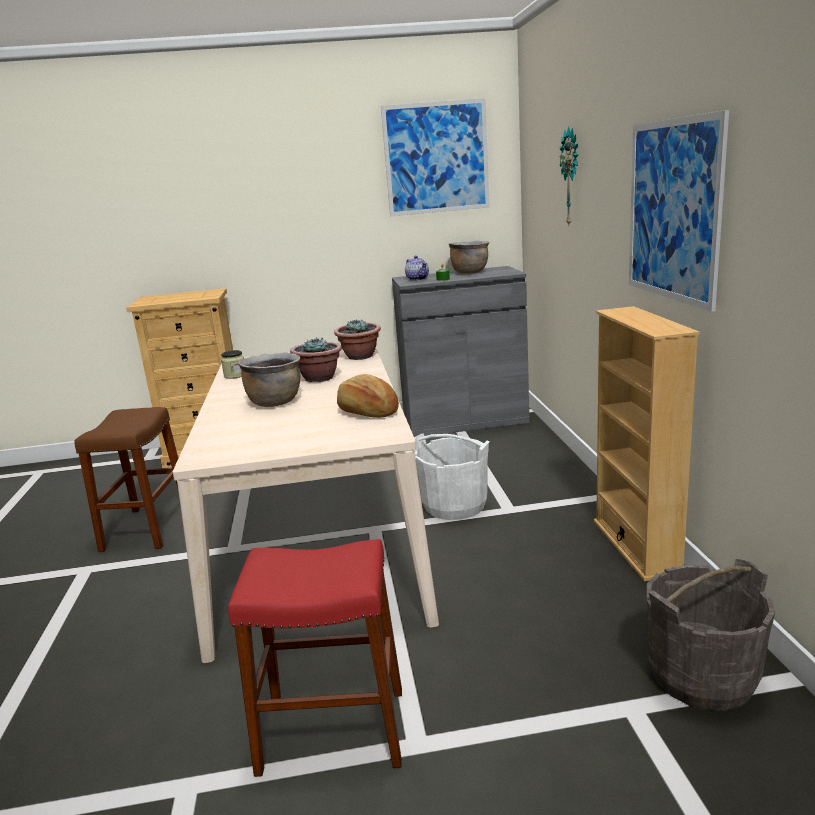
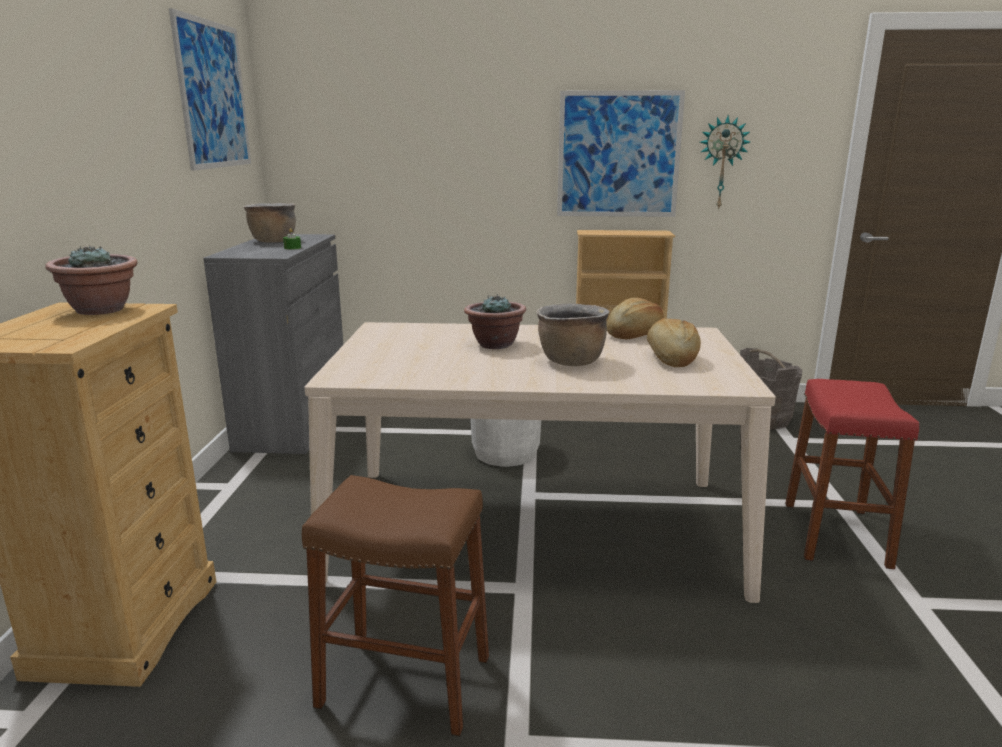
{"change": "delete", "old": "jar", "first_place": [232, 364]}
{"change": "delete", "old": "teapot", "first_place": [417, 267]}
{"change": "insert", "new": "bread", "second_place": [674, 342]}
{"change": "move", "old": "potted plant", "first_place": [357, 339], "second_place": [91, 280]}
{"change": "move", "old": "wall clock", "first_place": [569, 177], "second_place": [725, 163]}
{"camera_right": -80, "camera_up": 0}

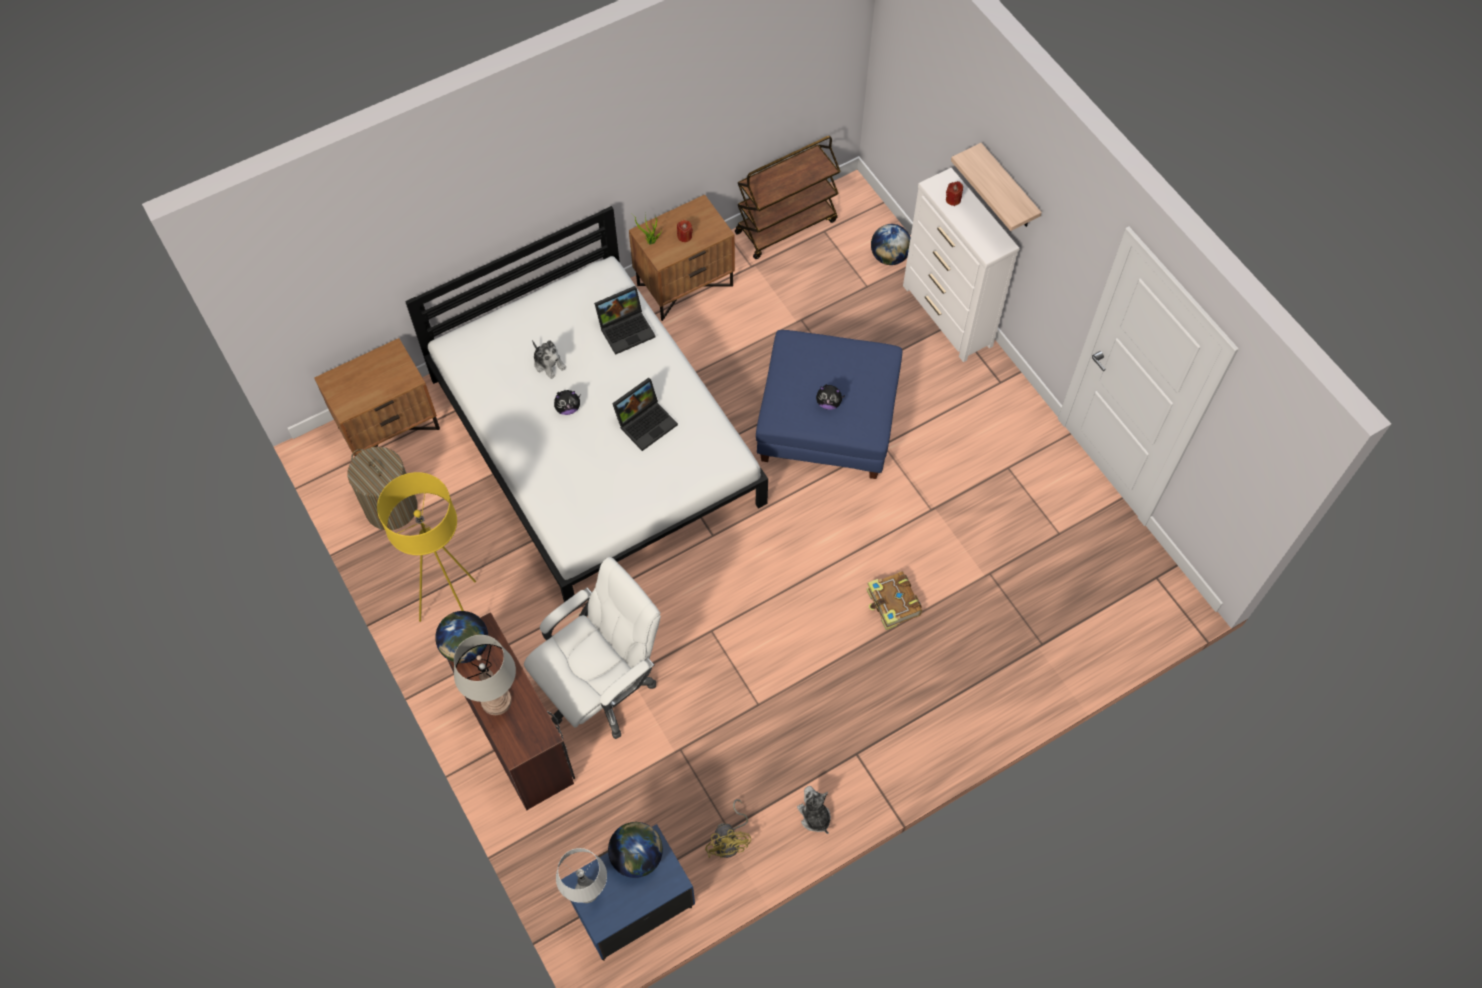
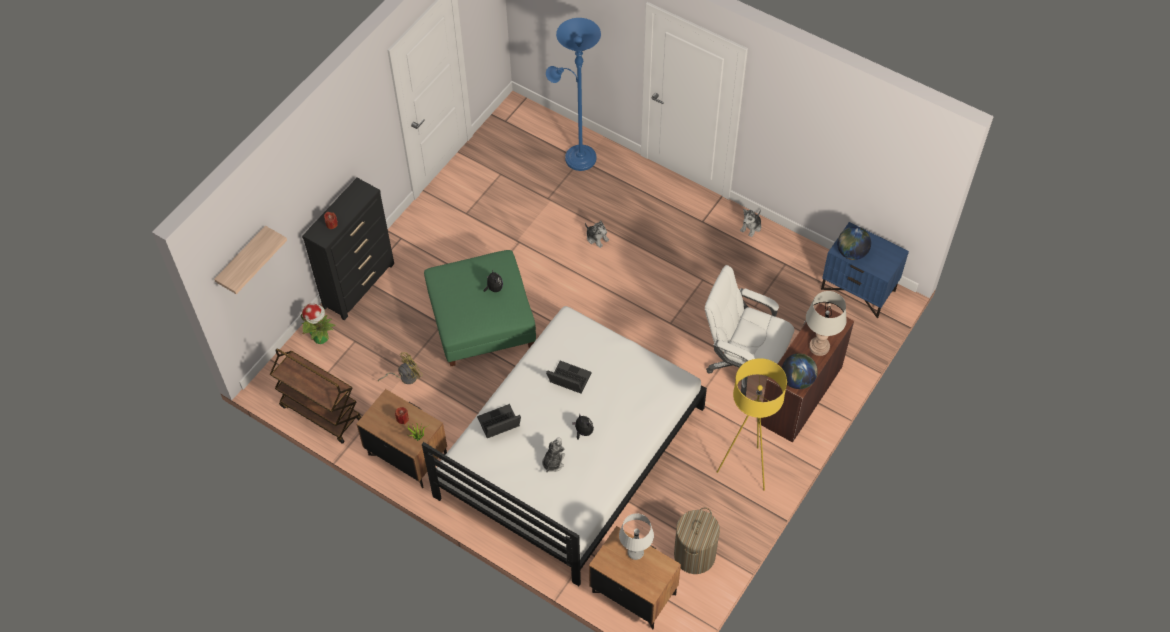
{"change": "insert", "new": "floor lamp (blue)", "second_place": [573, 94]}
{"change": "move", "old": "table lamp (grey)", "first_place": [581, 875], "second_place": [636, 536]}
{"change": "move", "old": "fan (yellow)", "first_place": [728, 828], "second_place": [400, 368]}
{"change": "move", "old": "shelf", "first_place": [996, 187], "second_place": [250, 260]}
{"change": "replace", "old": "book", "new": "plush toy", "first_place": [894, 600], "second_place": [597, 234]}
{"change": "replace", "old": "globe", "new": "potted plant", "first_place": [891, 244], "second_place": [318, 324]}
{"change": "recolor", "old": "ottoman (blue)", "new": "ottoman (green)", "first_place": [829, 404], "second_place": [480, 308]}
{"change": "recolor", "old": "dresser (white)", "new": "dresser (black)", "first_place": [961, 265], "second_place": [348, 249]}
{"change": "rotate", "old": "laptop", "first_place": [625, 320], "second_place": [499, 421], "degrees": -60}
{"camera_right": -115, "camera_up": -5}

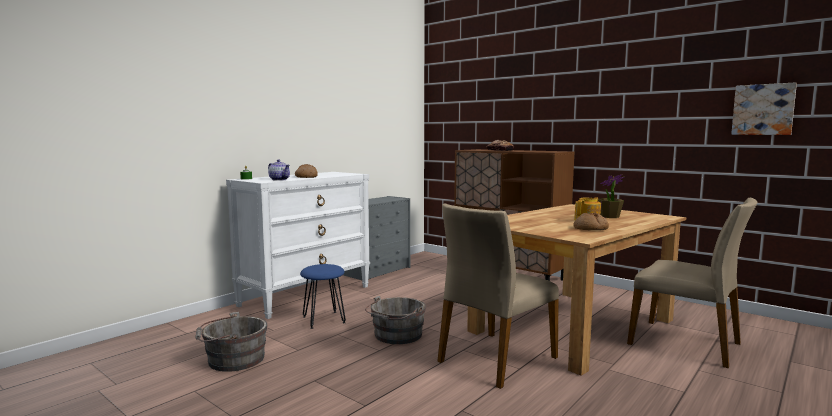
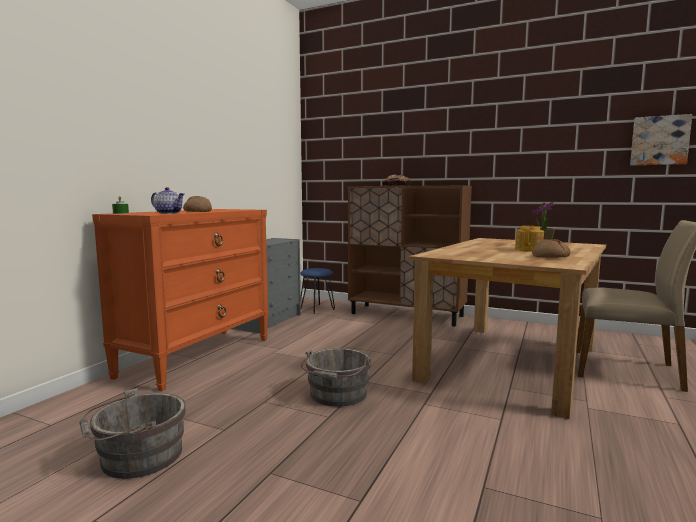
{"change": "delete", "old": "chair (beige)", "first_place": [498, 296]}
{"change": "move", "old": "stool (blue)", "first_place": [323, 296], "second_place": [317, 291]}
{"change": "recolor", "old": "dresser (white)", "new": "dresser (orange)", "first_place": [298, 245], "second_place": [180, 300]}
{"camera_right": -15, "camera_up": 0}

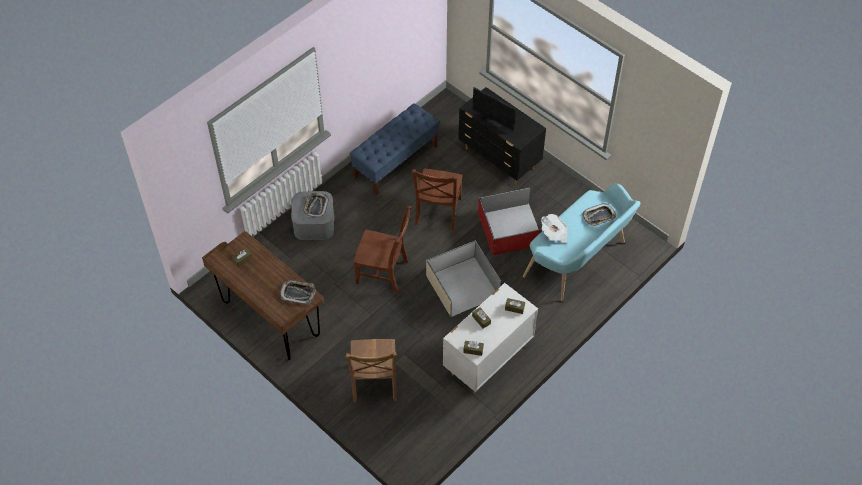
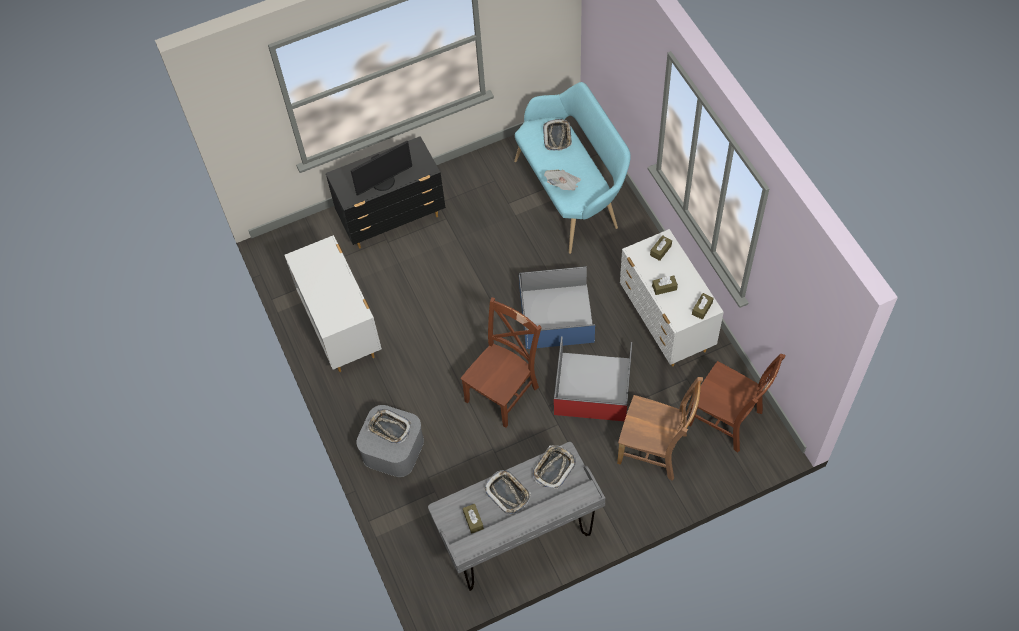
{"change": "insert", "new": "tray", "second_place": [507, 492]}
{"change": "move", "old": "chair (brown)", "first_place": [437, 200], "second_place": [737, 403]}
{"change": "move", "old": "storage box (red)", "first_place": [510, 221], "second_place": [593, 379]}
{"change": "replace", "old": "bench (blue)", "new": "dresser (white)", "first_place": [394, 149], "second_place": [333, 303]}
{"change": "recolor", "old": "desk (brown)", "new": "desk (grey)", "first_place": [263, 295], "second_place": [516, 516]}
{"change": "recolor", "old": "storage box (beige)", "new": "storage box (blue)", "first_place": [464, 278], "second_place": [557, 307]}
{"camera_right": -65, "camera_up": 5}

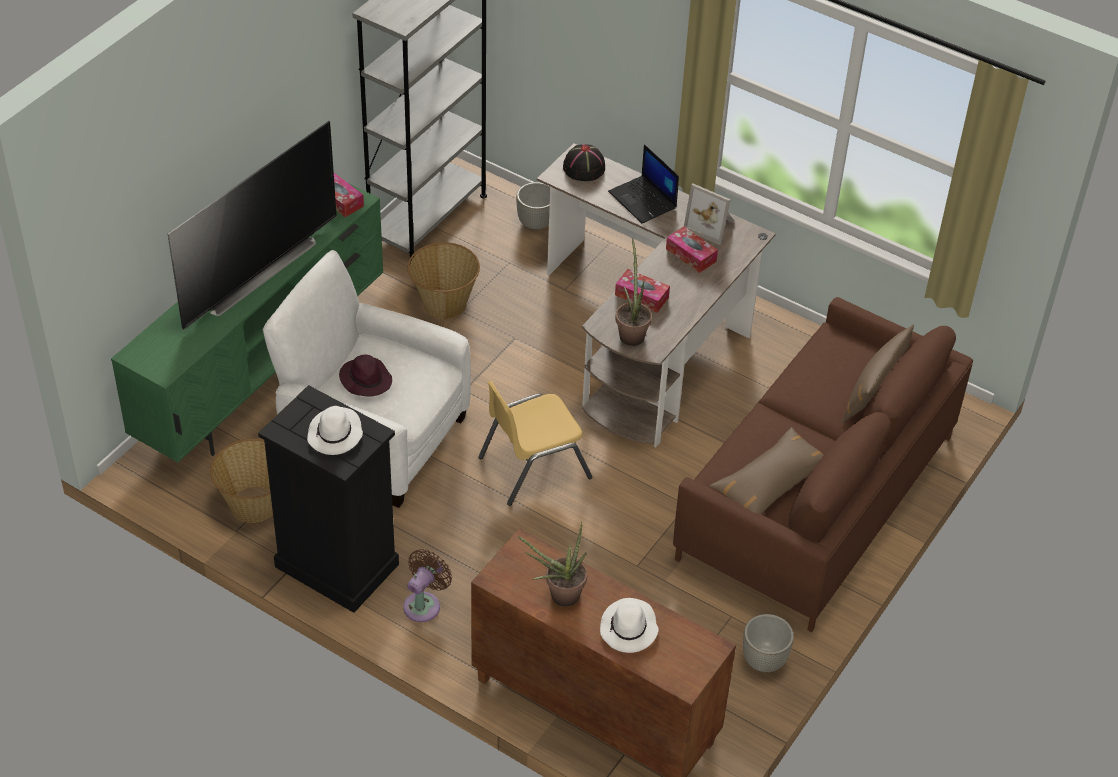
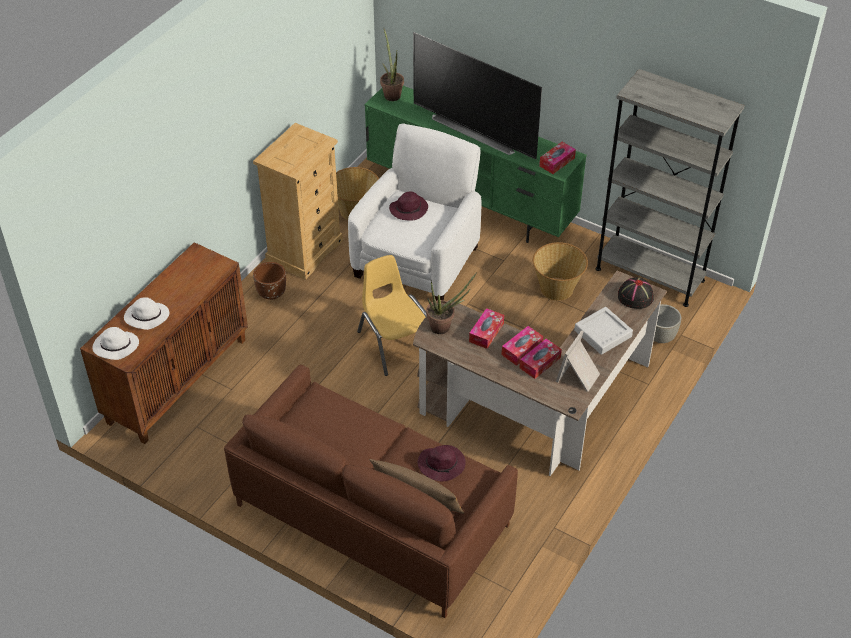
{"change": "delete", "old": "pillow (brown)", "first_place": [766, 470]}
{"change": "delete", "old": "planter (grey)", "first_place": [768, 643]}
{"change": "insert", "new": "hat (purple)", "second_place": [442, 463]}
{"change": "insert", "new": "tissue box", "second_place": [522, 346]}
{"change": "move", "old": "hat (white)", "first_place": [335, 430], "second_place": [115, 343]}
{"change": "move", "old": "potted plant", "first_place": [552, 564], "second_place": [392, 65]}
{"change": "replace", "old": "fan (brown)", "new": "planter (brown)", "first_place": [427, 585], "second_place": [269, 281]}
{"change": "replace", "old": "laptop", "new": "tray (grey)", "first_place": [643, 184], "second_place": [603, 331]}
{"change": "recolor", "old": "dresser (black)", "new": "dresser (beige)", "first_place": [328, 499], "second_place": [298, 201]}
{"camera_right": 90, "camera_up": 0}

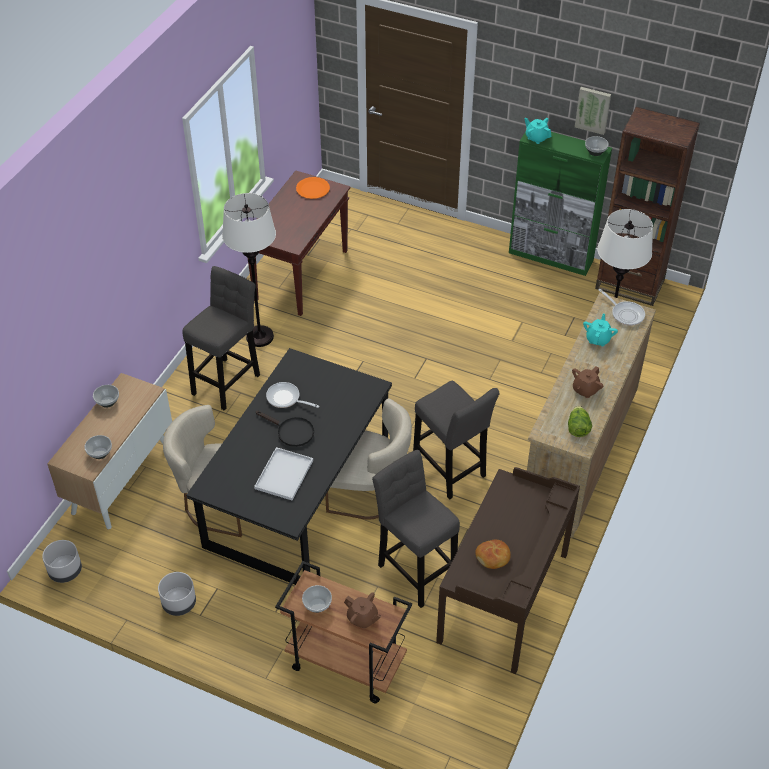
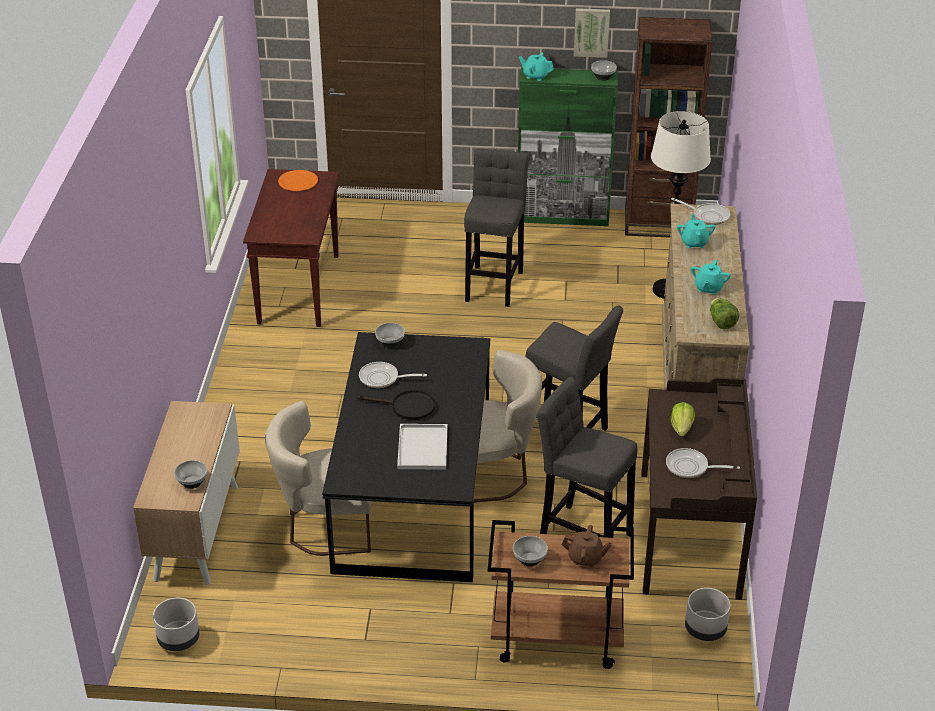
{"change": "delete", "old": "floor lamp (white)", "first_place": [249, 270]}
{"change": "insert", "new": "lettuce", "second_place": [683, 419]}
{"change": "move", "old": "bowl", "first_place": [106, 396], "second_place": [390, 335]}
{"change": "move", "old": "planter (grey)", "first_place": [177, 594], "second_place": [708, 614]}
{"change": "move", "old": "stool (grey)", "first_place": [221, 338], "second_place": [496, 228]}
{"change": "replace", "old": "bread", "new": "frying pan", "first_place": [493, 554], "second_place": [703, 463]}
{"change": "recolor", "old": "teapot (brown)", "new": "teapot (turquoise)", "first_place": [587, 382], "second_place": [711, 277]}
{"camera_right": -20, "camera_up": -10}

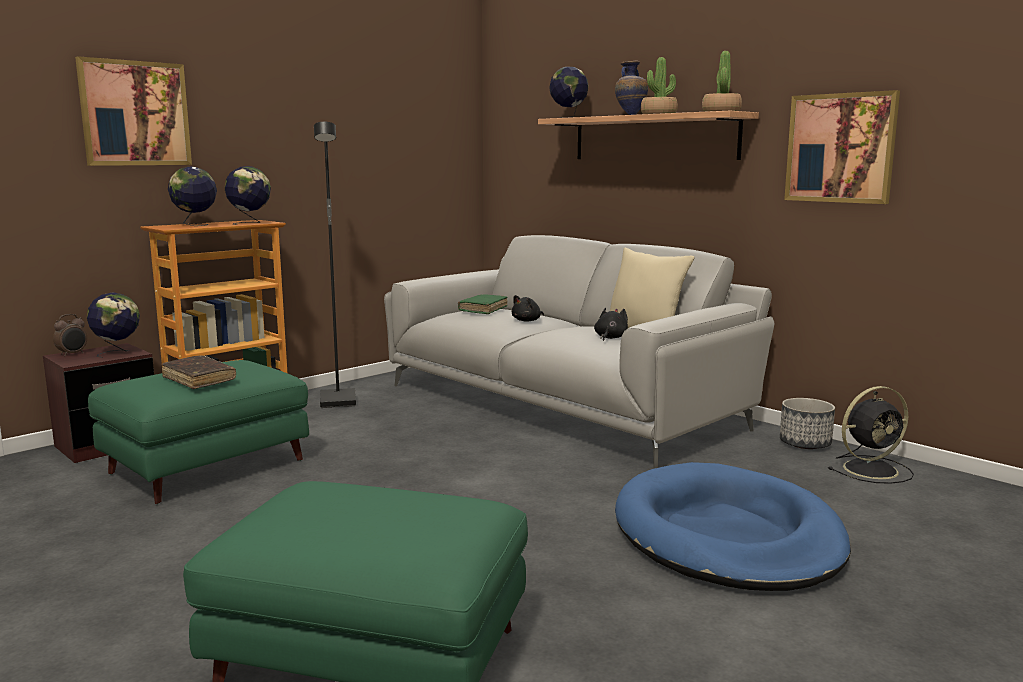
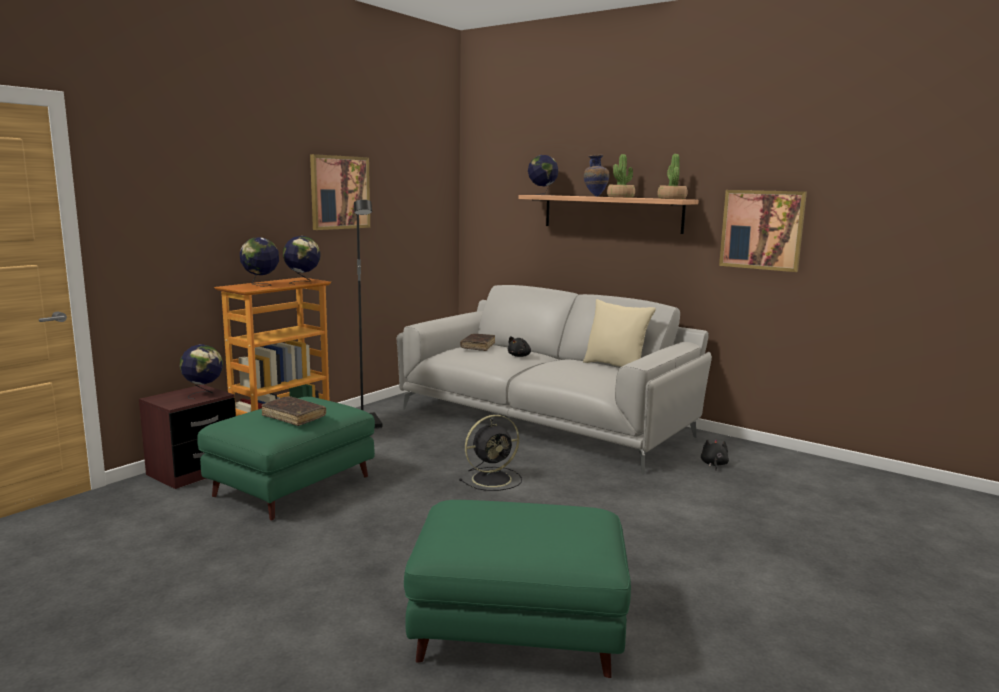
{"change": "delete", "old": "alarm clock", "first_place": [70, 335]}
{"change": "delete", "old": "dog bed (blue)", "first_place": [733, 526]}
{"change": "delete", "old": "planter", "first_place": [807, 423]}
{"change": "move", "old": "picture", "first_place": [133, 111], "second_place": [340, 192]}
{"change": "move", "old": "plush toy (black)", "first_place": [611, 324], "second_place": [715, 455]}
{"change": "move", "old": "fan (black)", "first_place": [871, 435], "second_place": [490, 453]}
{"change": "recolor", "old": "book (green)", "new": "book (brown)", "first_place": [483, 304], "second_place": [477, 342]}
{"camera_right": -10, "camera_up": 0}

